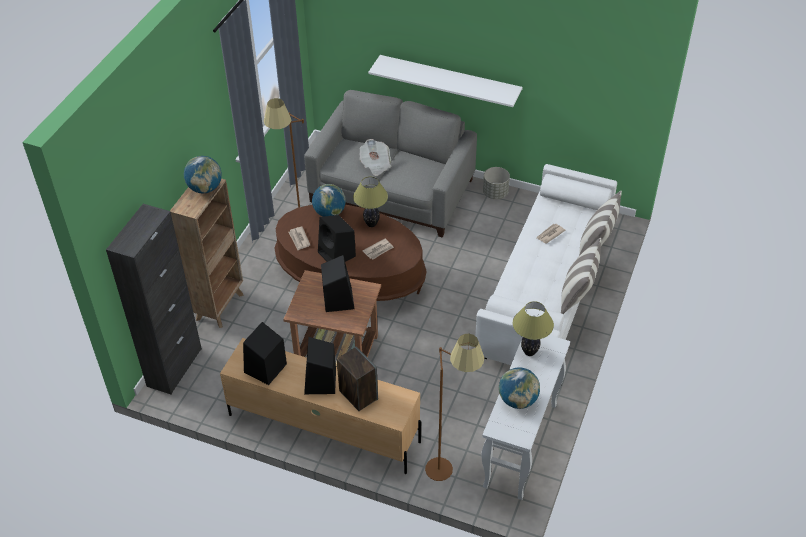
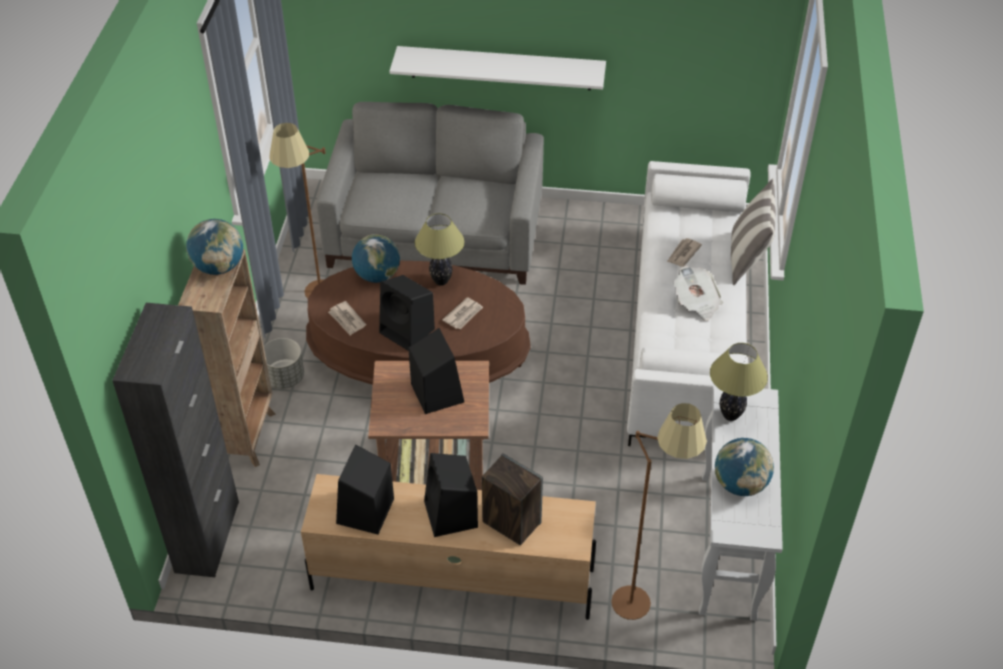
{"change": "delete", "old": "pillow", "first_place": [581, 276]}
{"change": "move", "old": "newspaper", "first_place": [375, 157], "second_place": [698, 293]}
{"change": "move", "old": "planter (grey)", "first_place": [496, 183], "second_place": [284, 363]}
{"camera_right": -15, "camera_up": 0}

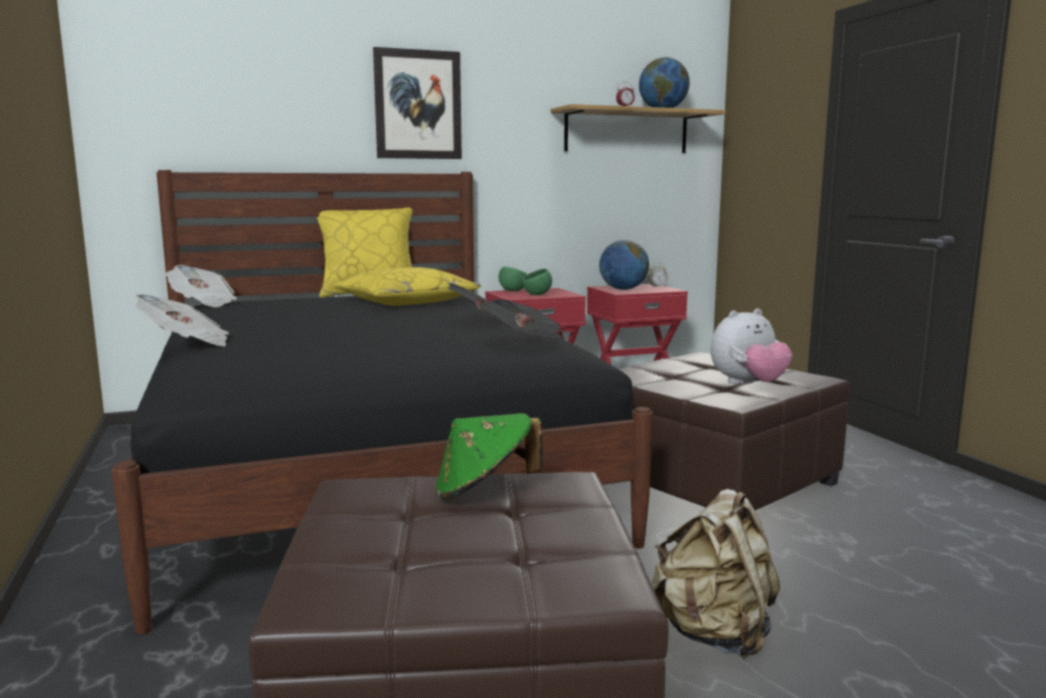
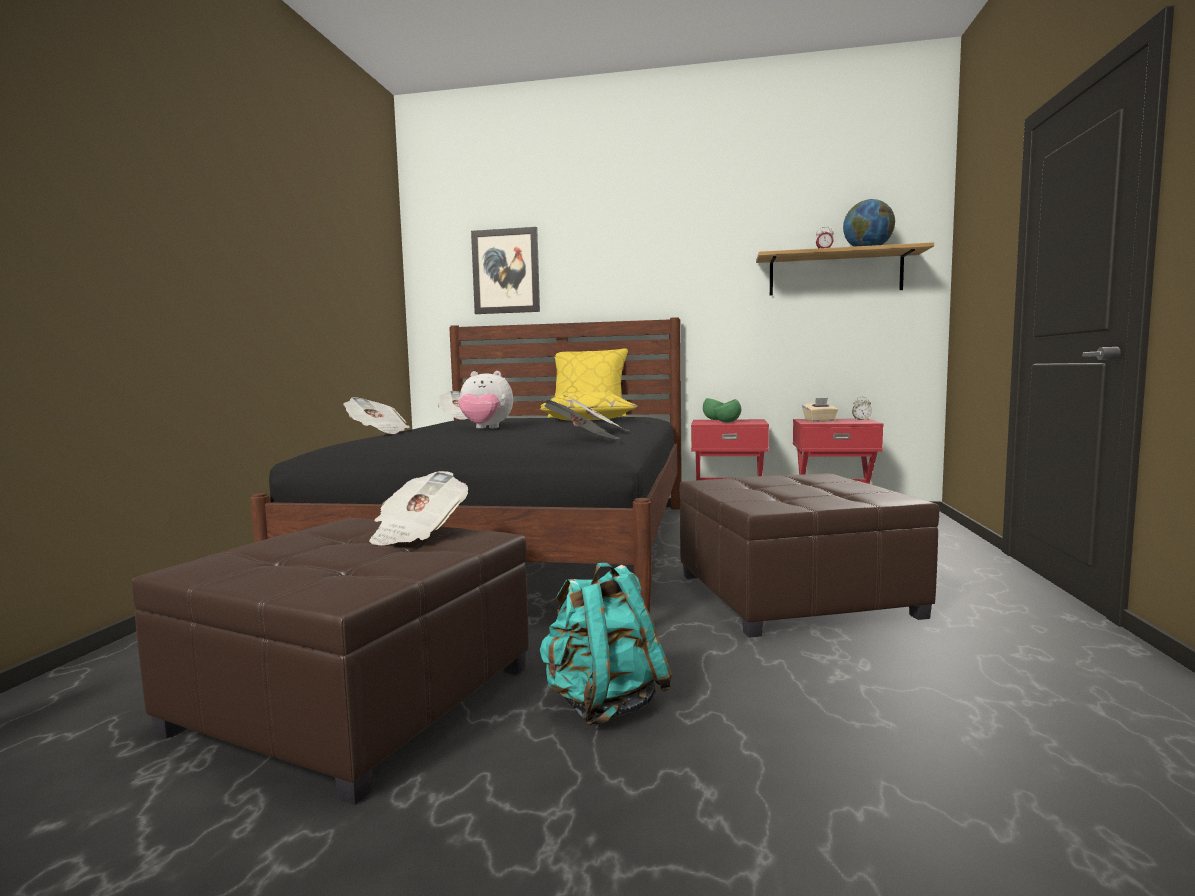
{"change": "move", "old": "picture", "first_place": [417, 103], "second_place": [505, 270]}
{"change": "move", "old": "plush toy", "first_place": [752, 346], "second_place": [485, 400]}
{"change": "replace", "old": "hat (green)", "new": "newspaper", "first_place": [488, 456], "second_place": [418, 508]}
{"change": "replace", "old": "globe", "new": "tissue box (beige)", "first_place": [624, 265], "second_place": [820, 410]}
{"change": "recolor", "old": "backpack (beige)", "new": "backpack (turquoise)", "first_place": [715, 574], "second_place": [606, 643]}
{"camera_right": 30, "camera_up": -5}

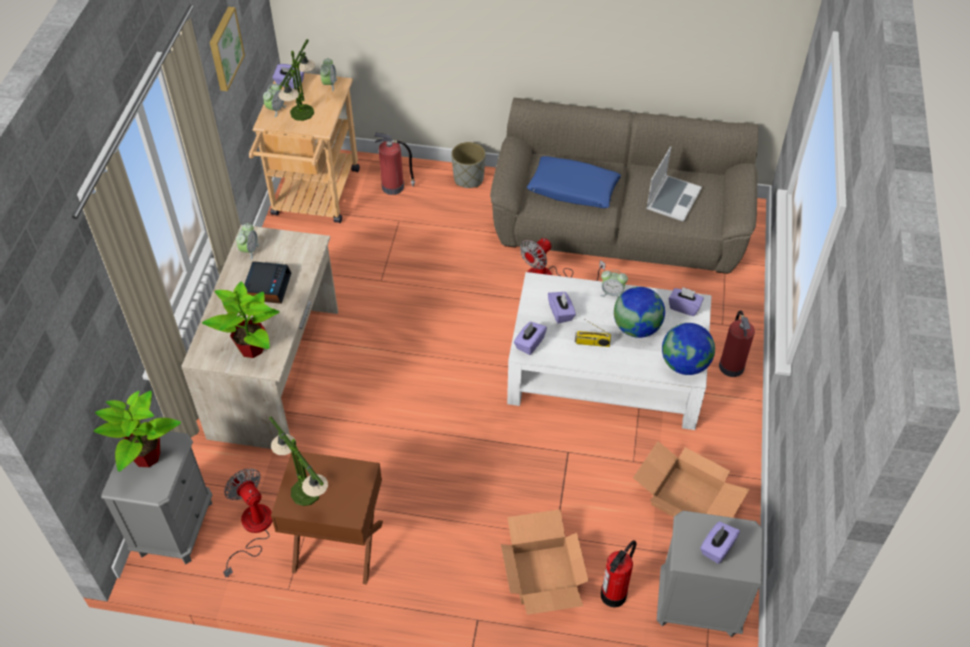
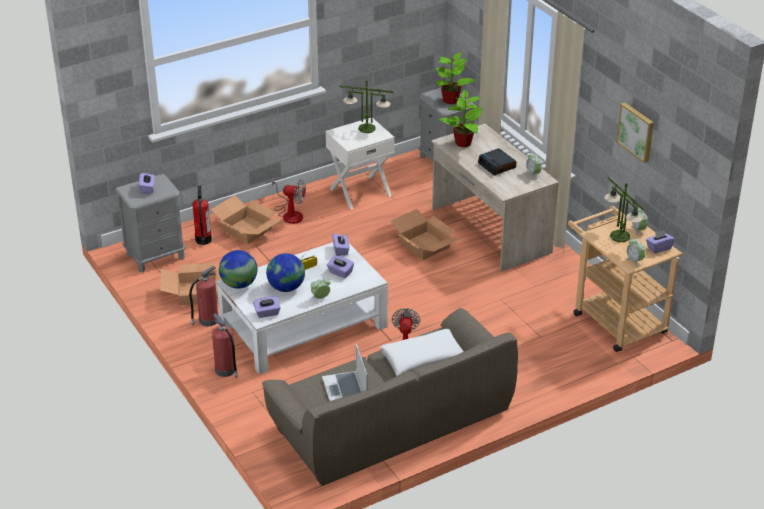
{"change": "delete", "old": "planter (grey)", "first_place": [468, 165]}
{"change": "insert", "new": "cardboard box", "second_place": [425, 234]}
{"change": "move", "old": "fan", "first_place": [247, 523], "second_place": [289, 200]}
{"change": "move", "old": "fire extinguisher", "first_place": [395, 163], "second_place": [203, 296]}
{"change": "recolor", "old": "nightstand (brown)", "new": "nightstand (white)", "first_place": [327, 518], "second_place": [360, 163]}
{"change": "recolor", "old": "pillow (blue)", "new": "pillow (white)", "first_place": [574, 182], "second_place": [422, 352]}
{"camera_right": 140, "camera_up": -15}

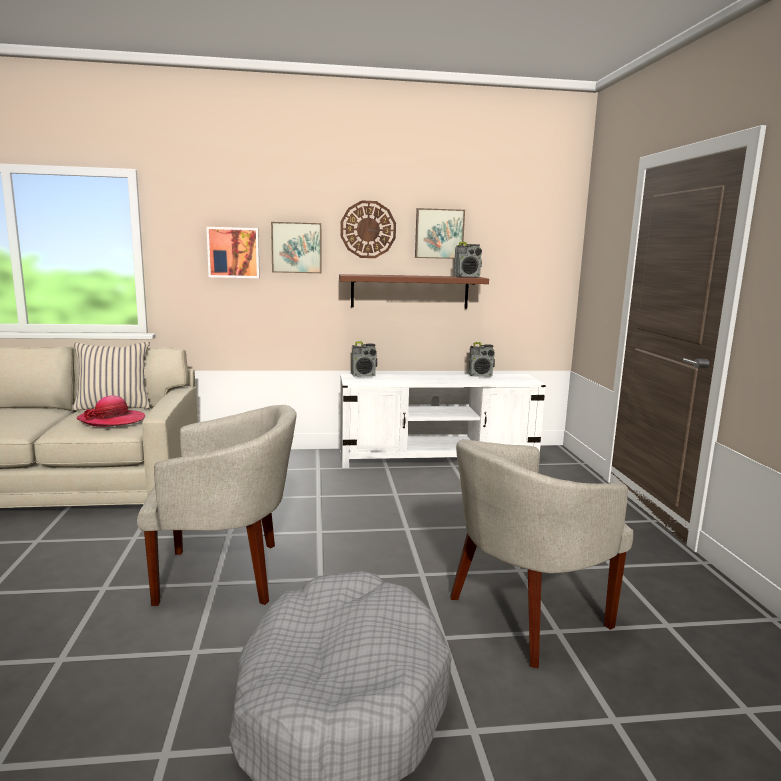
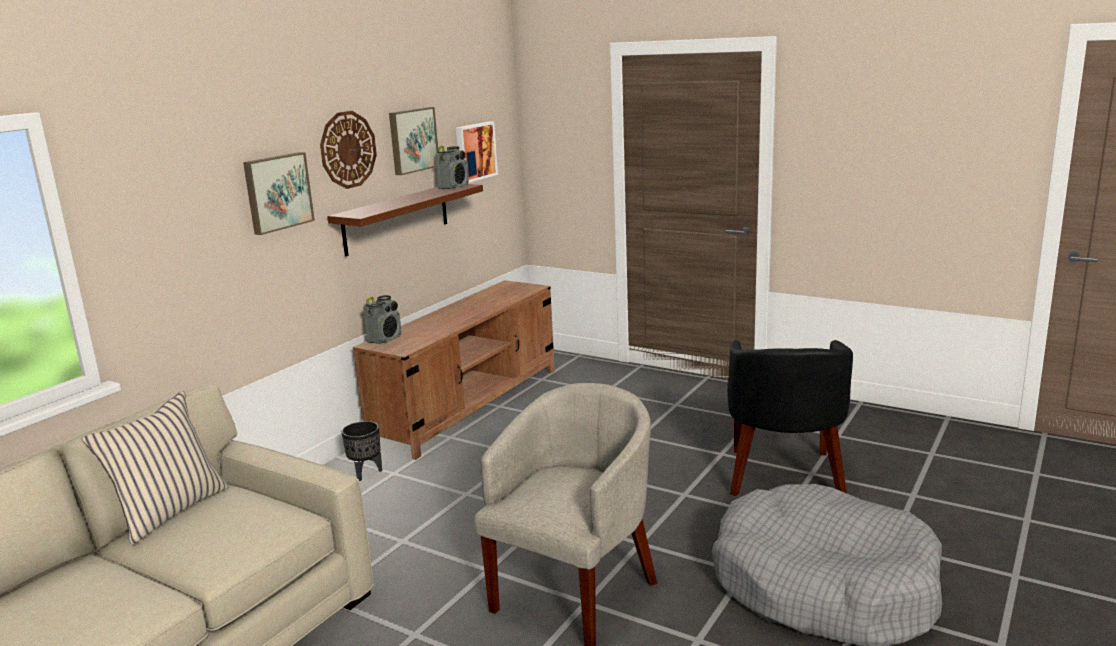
{"change": "delete", "old": "hat", "first_place": [111, 411]}
{"change": "delete", "old": "radio", "first_place": [481, 359]}
{"change": "insert", "new": "planter (black)", "second_place": [362, 451]}
{"change": "move", "old": "picture", "first_place": [233, 252], "second_place": [477, 152]}
{"change": "recolor", "old": "tv stand (white)", "new": "tv stand (brown)", "first_place": [443, 421], "second_place": [454, 370]}
{"change": "recolor", "old": "armchair (beige)", "new": "armchair (black)", "first_place": [541, 553], "second_place": [790, 418]}
{"camera_right": -50, "camera_up": 5}

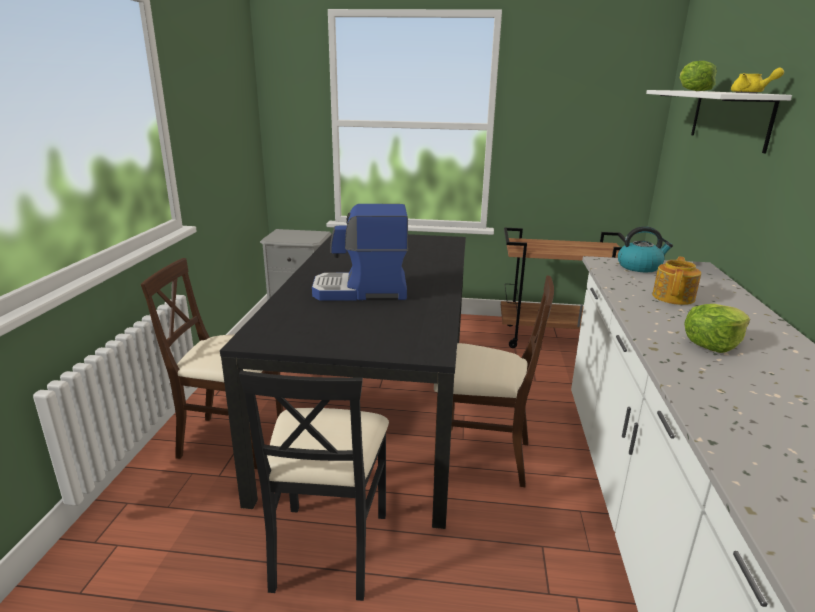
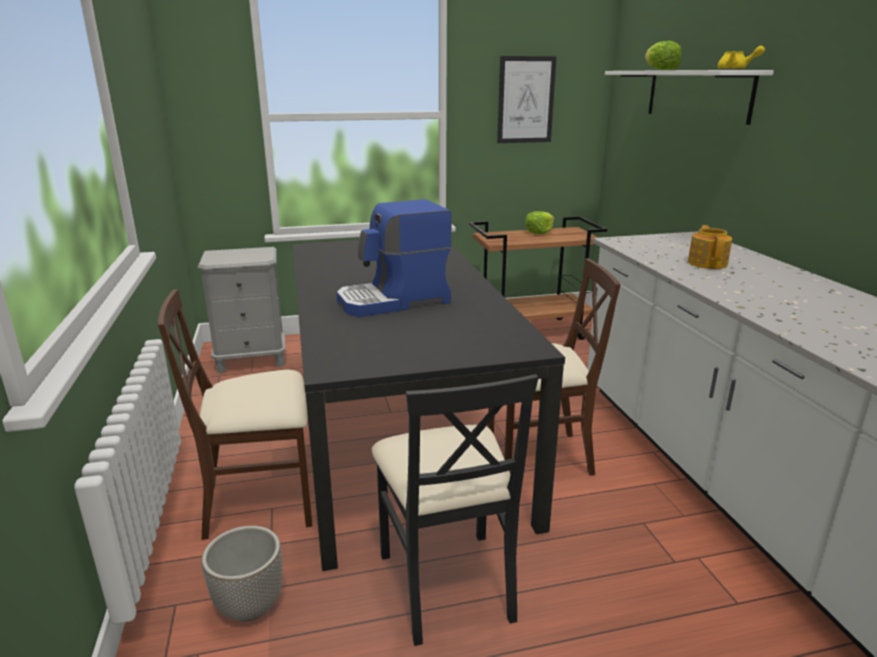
{"change": "delete", "old": "kettle", "first_place": [645, 249]}
{"change": "insert", "new": "planter", "second_place": [242, 574]}
{"change": "insert", "new": "picture", "second_place": [527, 99]}
{"change": "move", "old": "lettuce", "first_place": [717, 328], "second_place": [540, 222]}
{"camera_right": -20, "camera_up": 0}

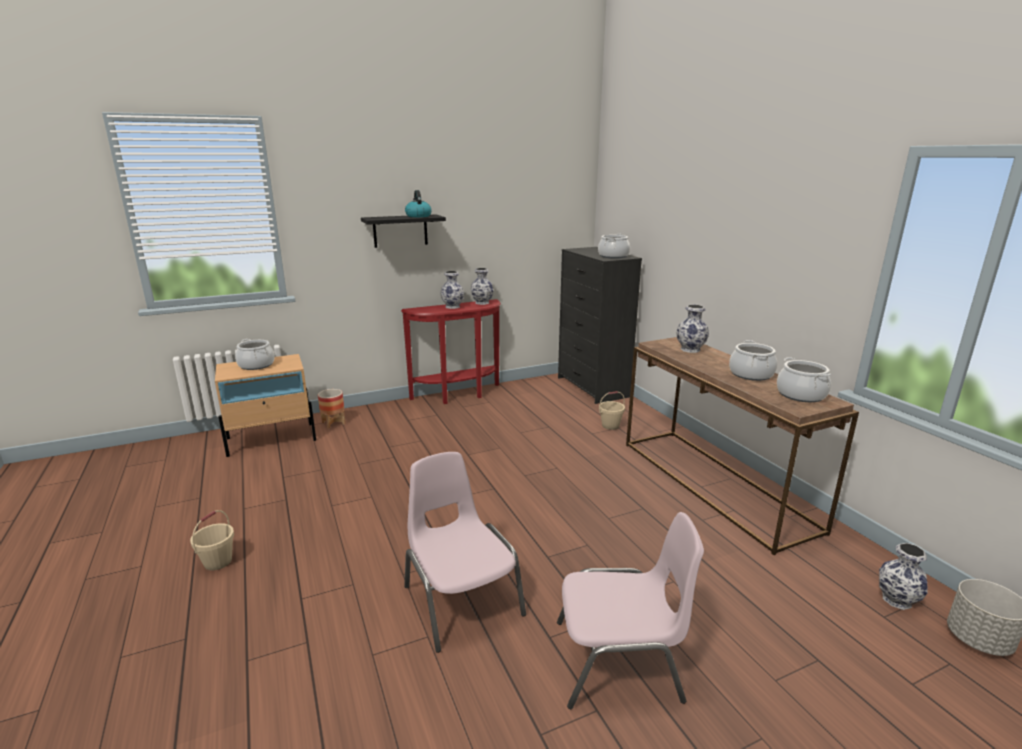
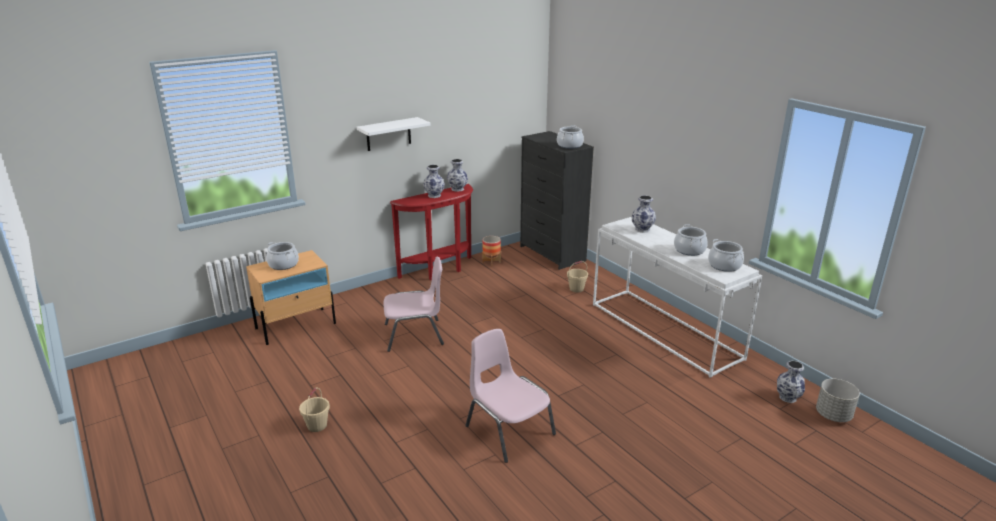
{"change": "delete", "old": "kettle", "first_place": [418, 203]}
{"change": "move", "old": "planter", "first_place": [332, 409], "second_place": [491, 251]}
{"change": "move", "old": "chair (pink)", "first_place": [630, 610], "second_place": [413, 304]}
{"change": "recolor", "old": "shelf (black)", "new": "shelf (white)", "first_place": [403, 231], "second_place": [394, 134]}
{"change": "recolor", "old": "console table (brown)", "new": "console table (white)", "first_place": [742, 446], "second_place": [677, 297]}
{"camera_right": -10, "camera_up": 5}

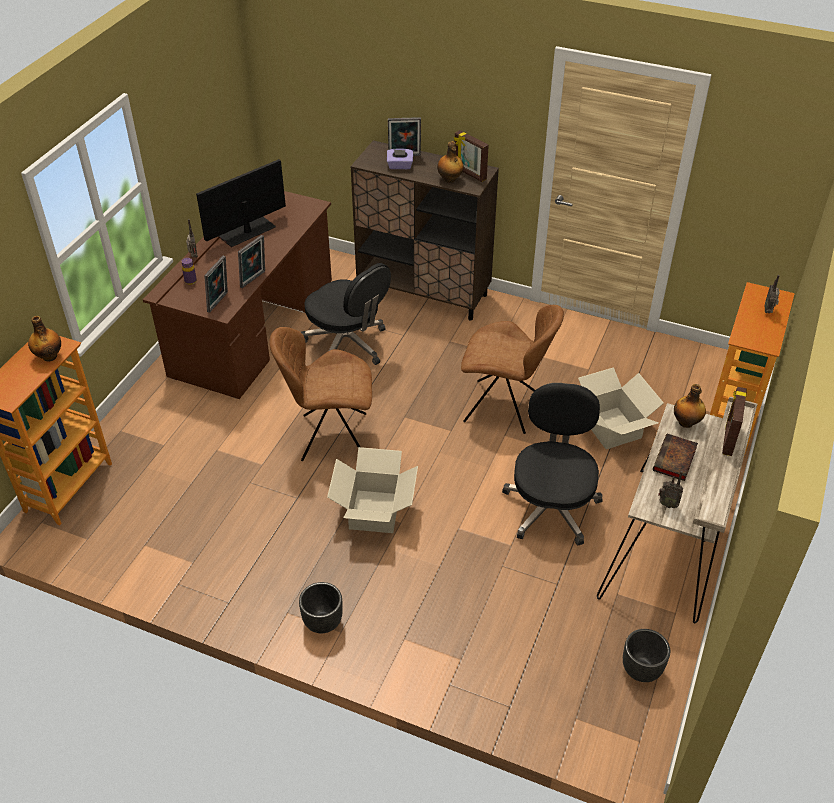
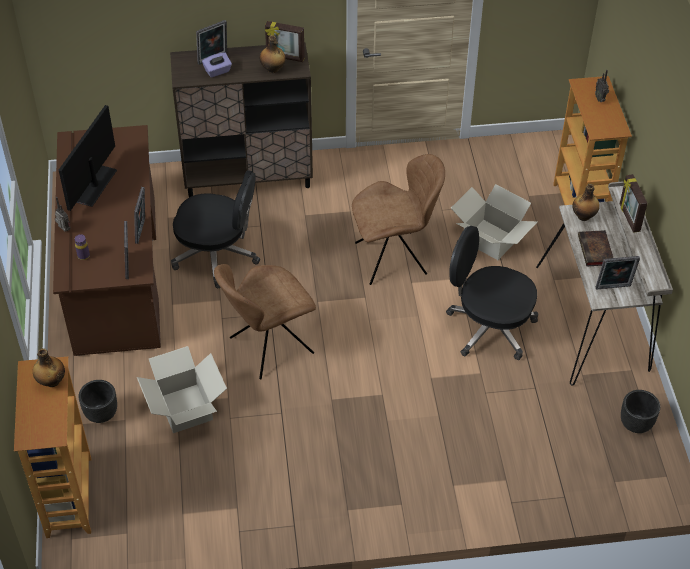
{"change": "move", "old": "planter (black)", "first_place": [321, 607], "second_place": [97, 401]}
{"change": "move", "old": "cardboard box", "first_place": [372, 490], "second_place": [182, 389]}
{"change": "replace", "old": "radio", "new": "picture frame", "first_place": [670, 489], "second_place": [618, 273]}
{"change": "rotate", "old": "office chair (black)", "first_place": [552, 464], "second_place": [492, 293], "degrees": -45}
{"camera_right": -30, "camera_up": 5}

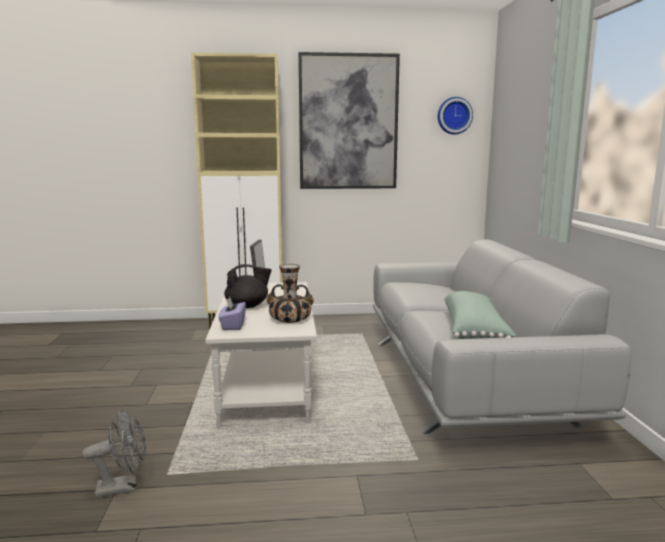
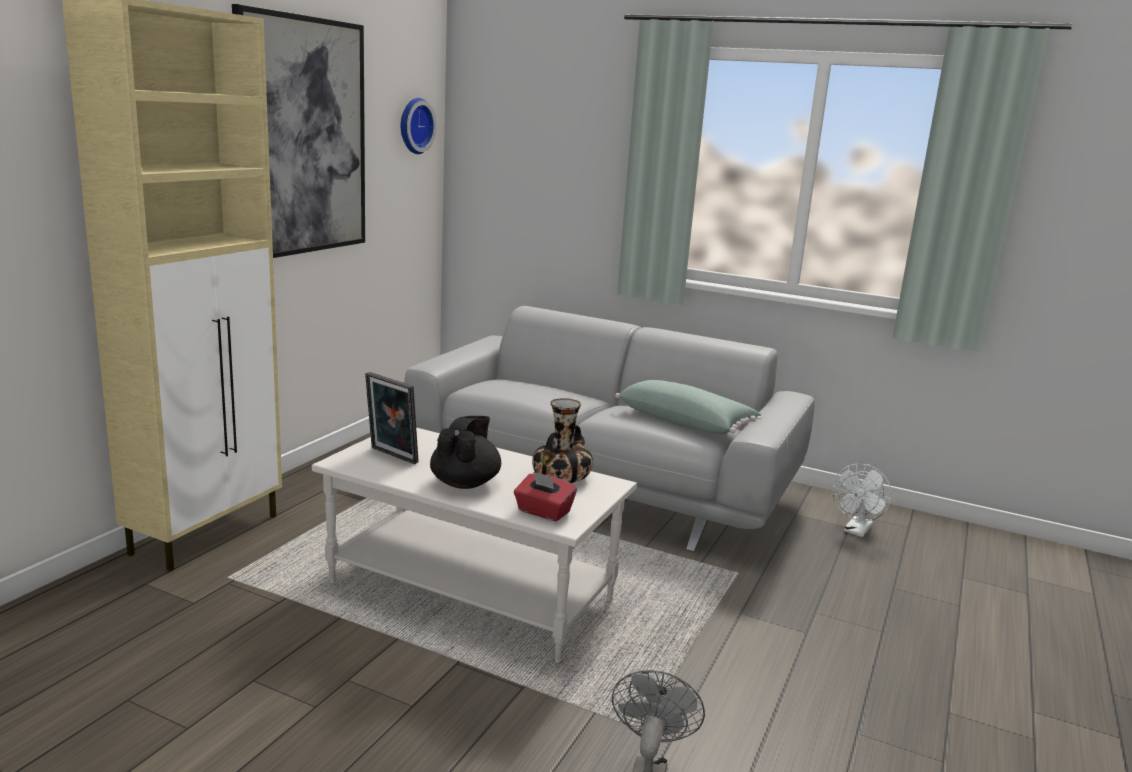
{"change": "insert", "new": "fan (white)", "second_place": [862, 500]}
{"change": "recolor", "old": "tissue box (purple)", "new": "tissue box (red)", "first_place": [232, 313], "second_place": [545, 496]}
{"camera_right": -60, "camera_up": 5}

